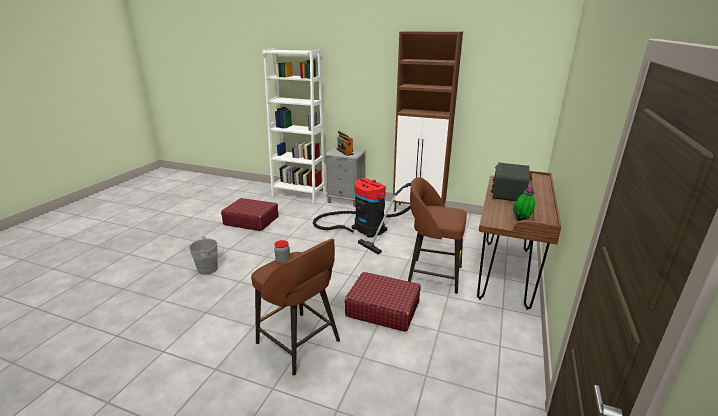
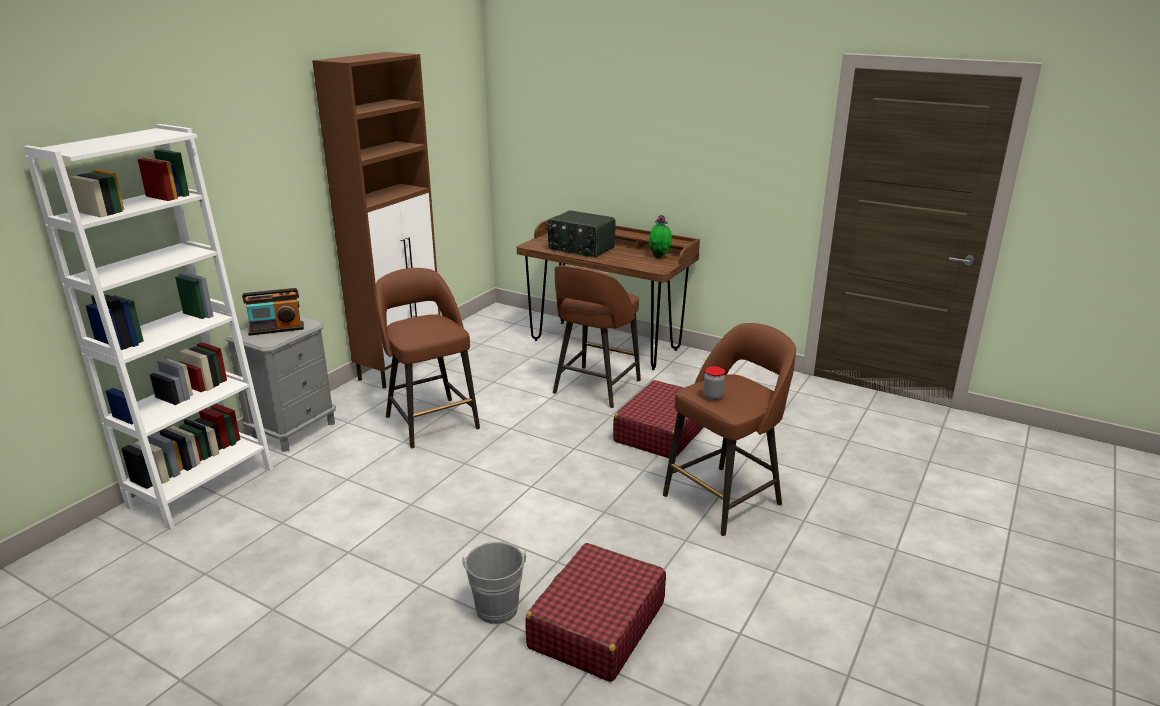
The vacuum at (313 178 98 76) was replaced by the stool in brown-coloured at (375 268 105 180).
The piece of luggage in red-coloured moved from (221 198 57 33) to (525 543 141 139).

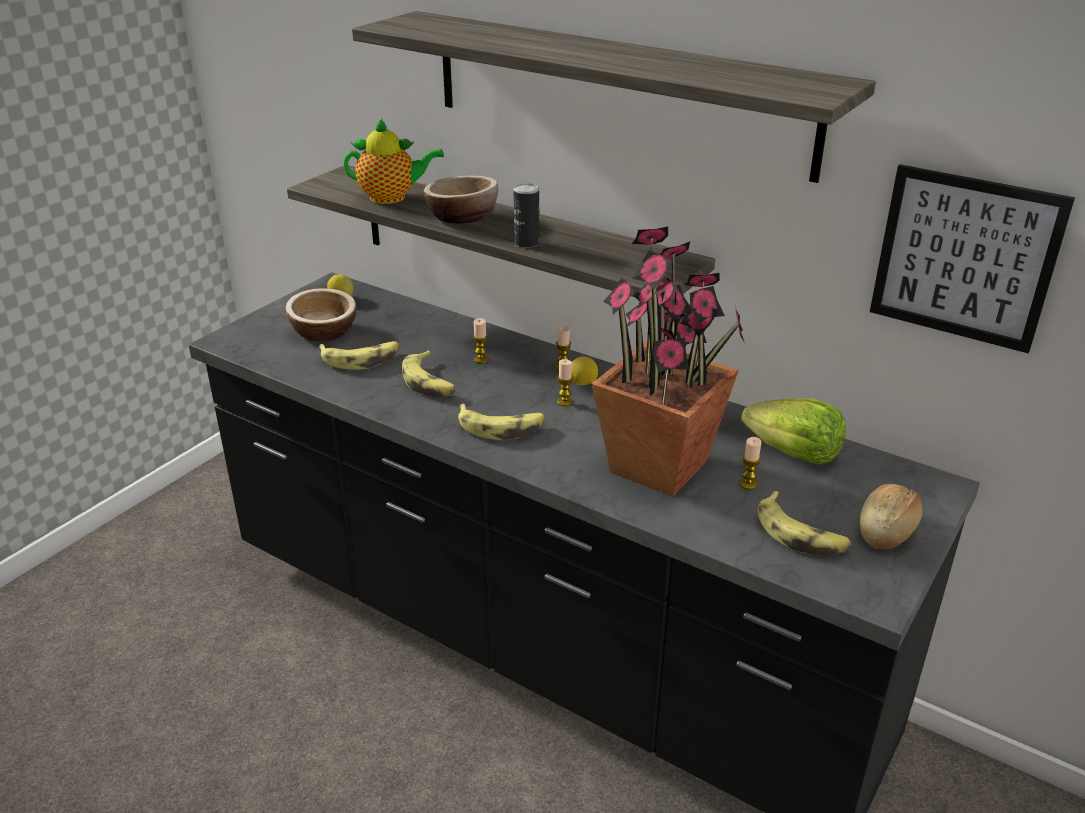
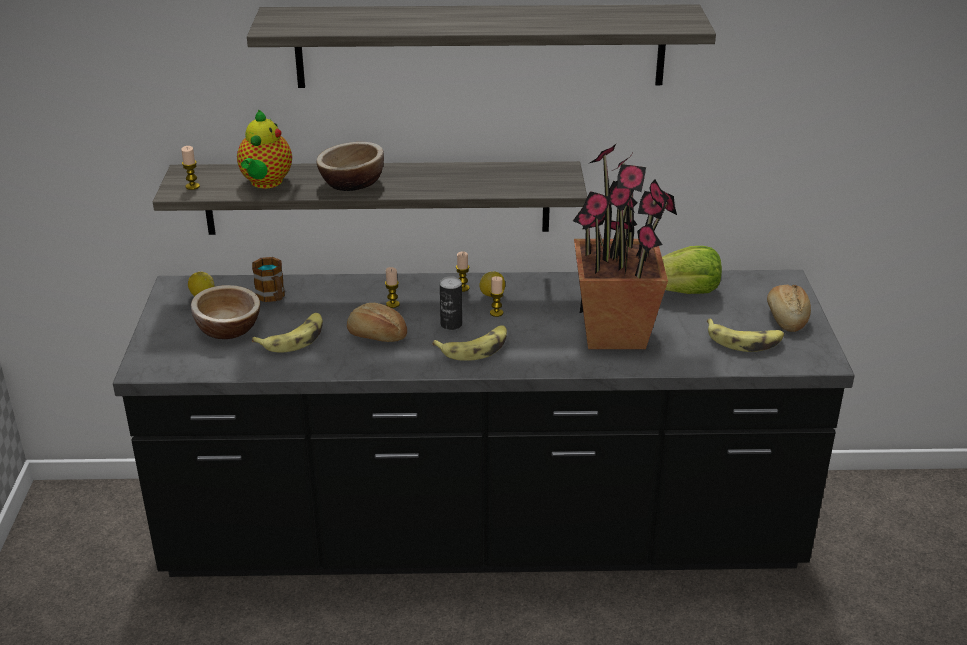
The pot for tea at (343 118 101 86) turned 135 degrees clockwise.
The wall picture at (870 164 205 189) disappeared.
The metal can moved from (513 183 26 65) to (440 276 22 54).
The banana fruit at (402 350 55 47) was replaced by the bread at (347 303 60 39).
The wax candle moved from (739 437 22 53) to (181 146 19 44).
The mug at (252 257 33 45) appeared.

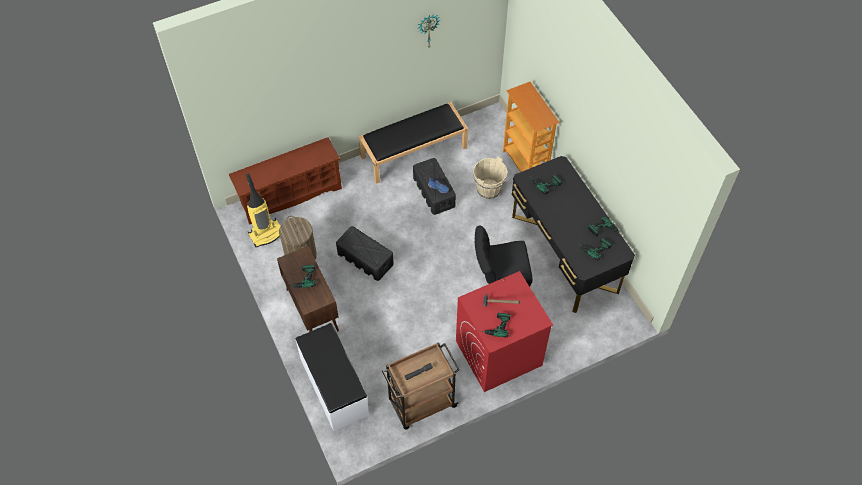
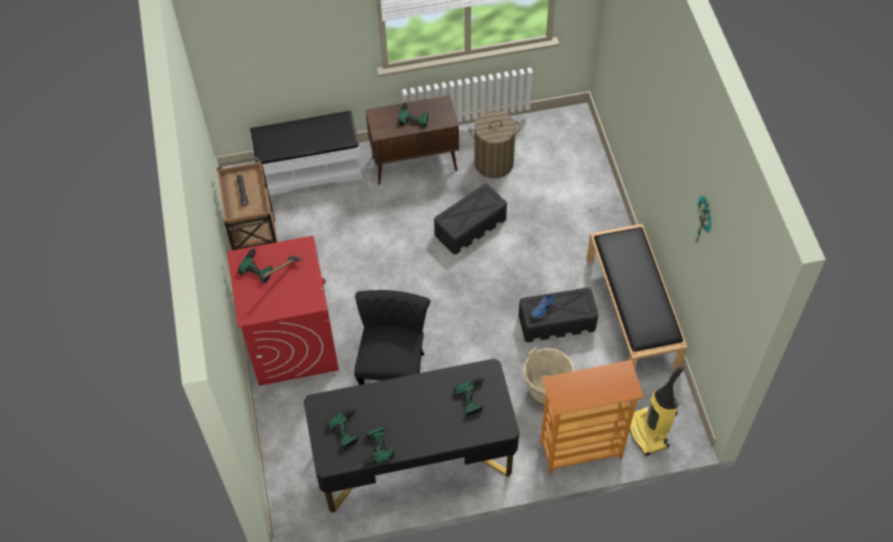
The shoe shelf in brown-coloured at (229 137 113 88) disappeared.
The vacuum moved from (246 173 34 74) to (630 366 54 90).

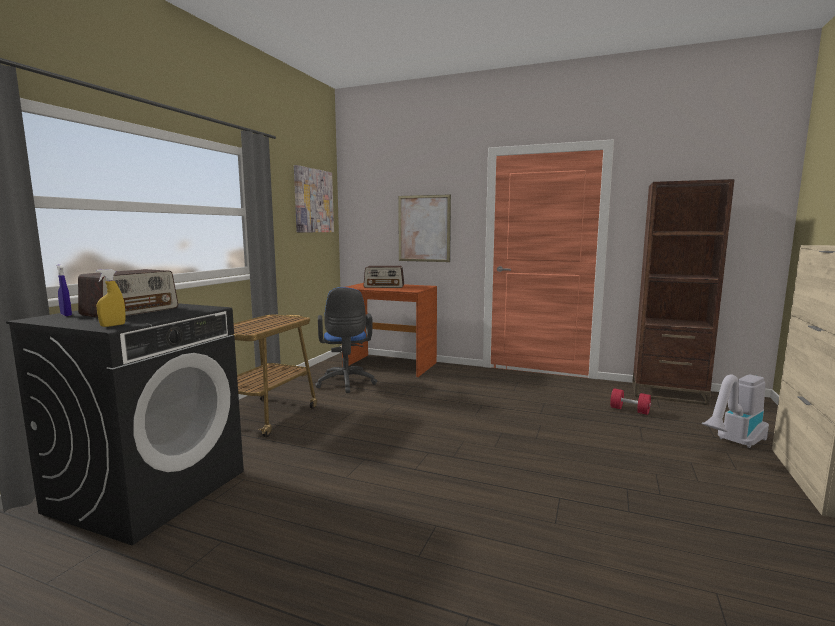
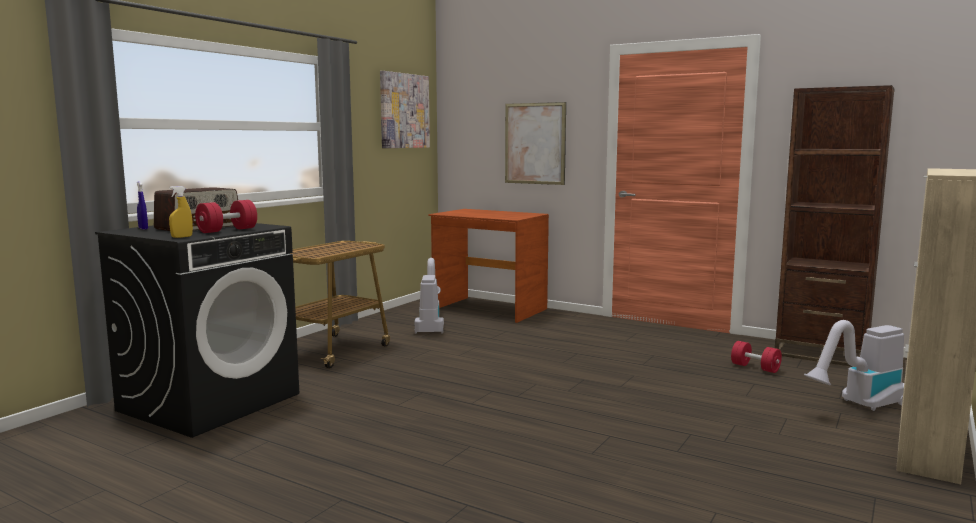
The radio receiver at (363 266 41 22) disappeared.
The desk chair in blue at (315 287 62 106) was replaced by the vacuum at (415 258 29 76).
The hand weight in red-coloured at (195 200 62 33) appeared.

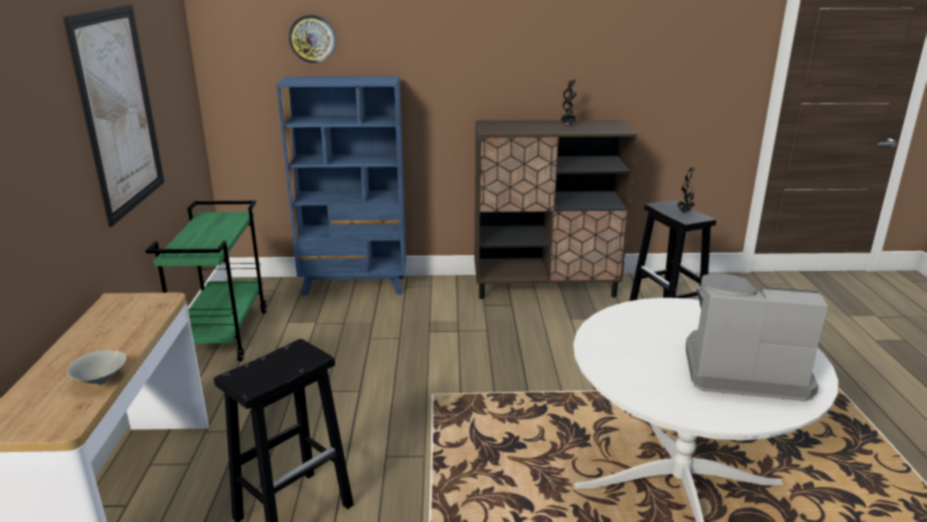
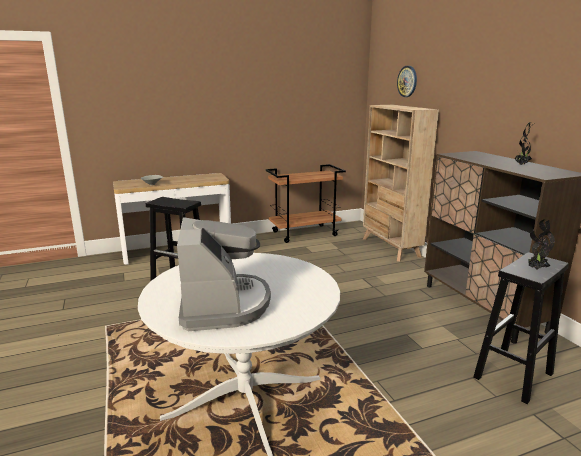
The wall picture at (63 4 101 223) disappeared.
The bookshelf in blue at (277 76 129 220) became the bookshelf in beige-coloured at (363 105 76 157).
The cart in green-coloured at (146 201 121 160) became the cart in brown-coloured at (266 164 80 79).

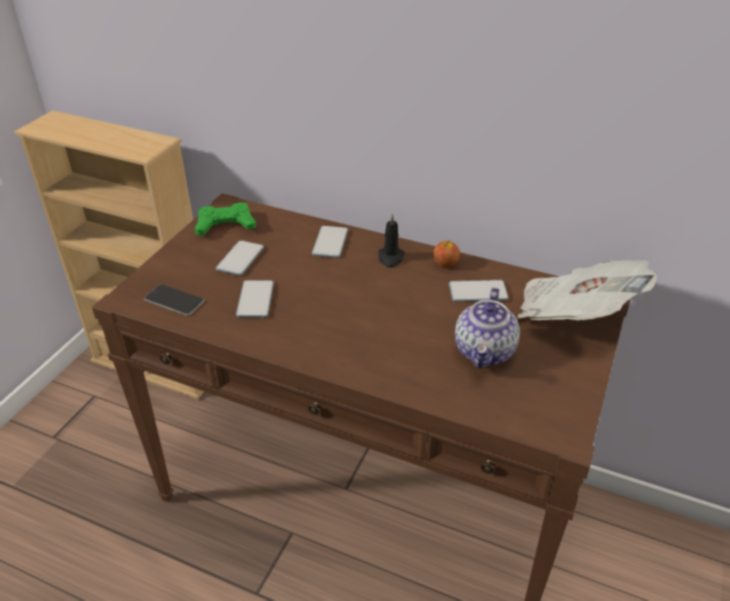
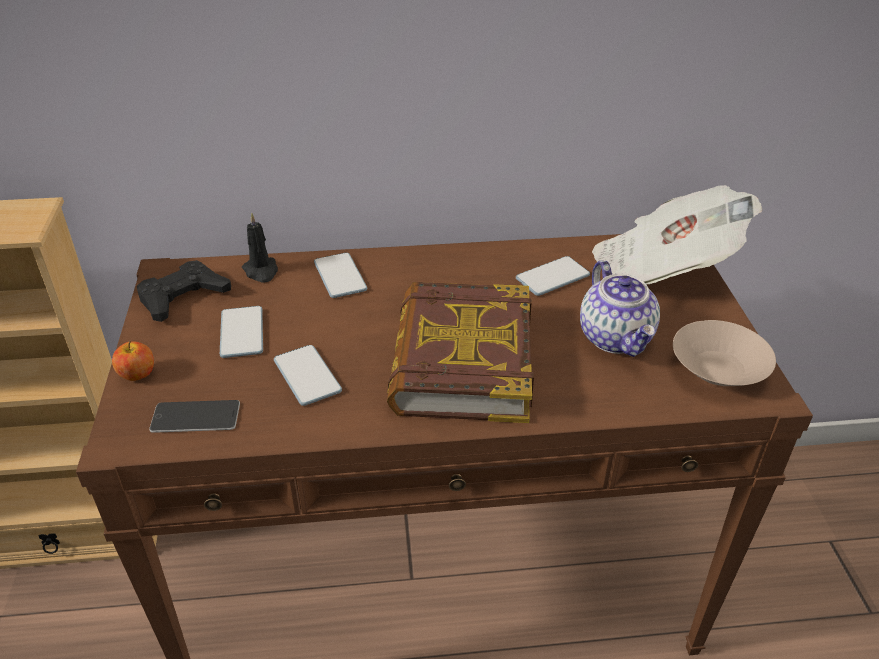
The game controller in green-coloured at (195 202 61 34) became the game controller in black at (137 260 94 62).
The wax candle in black moved from (378 213 27 55) to (242 212 36 71).
The apple moved from (433 240 27 27) to (112 341 42 40).
The book at (387 282 147 141) appeared.
The deep dish in beige-coloured at (673 320 103 66) appeared.

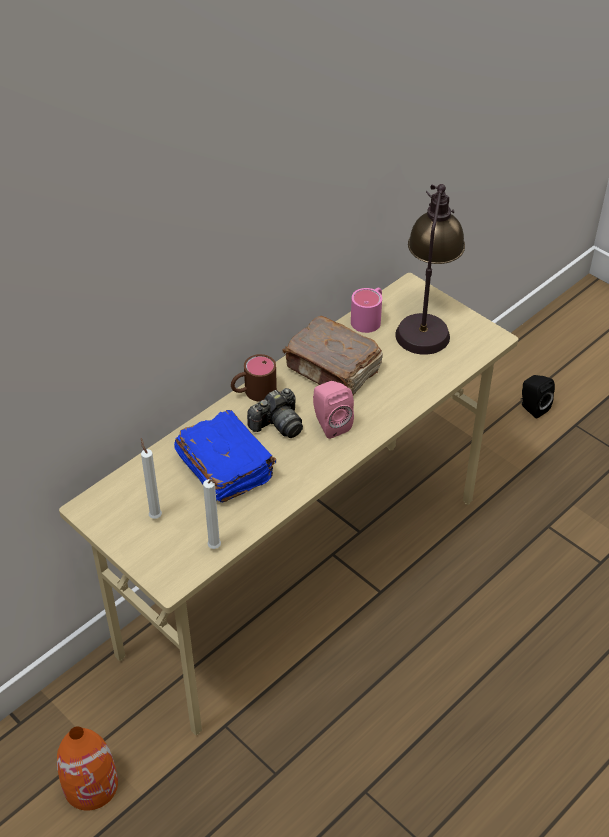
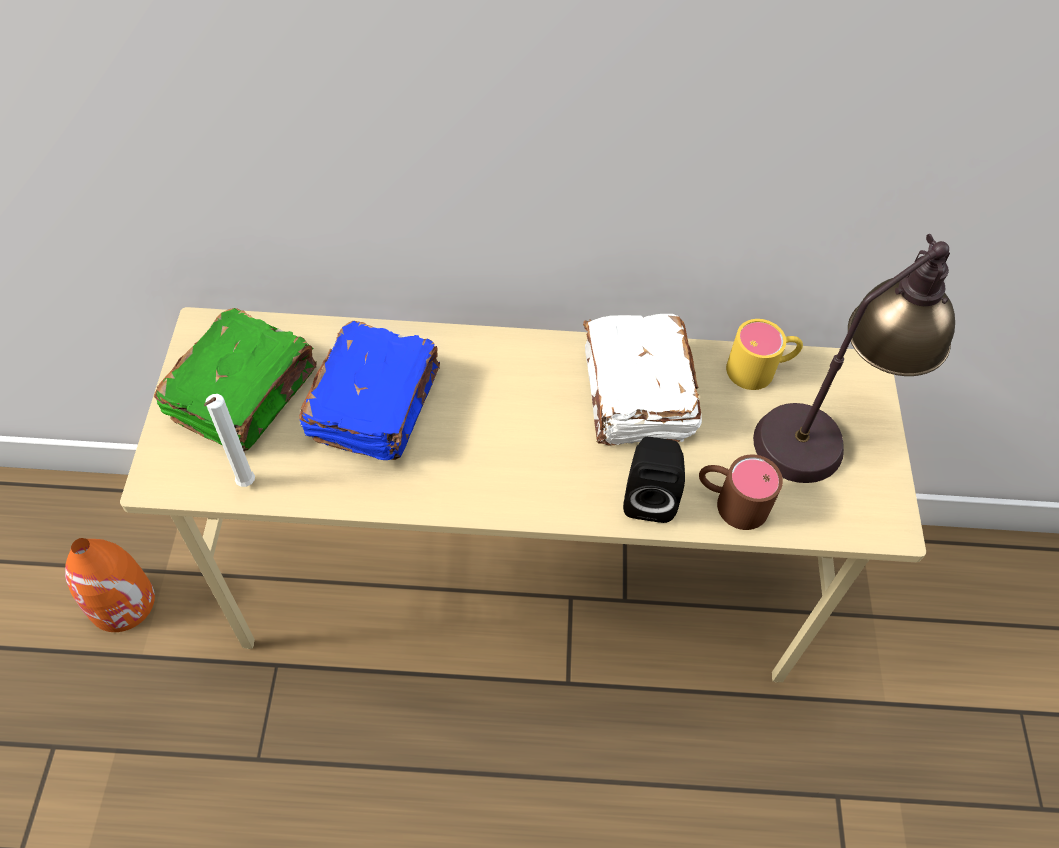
The mug in pink at (351 288 31 45) became the mug in yellow-coloured at (726 319 77 71).
The book in brown-coloured at (283 316 100 80) became the book in whitish at (583 314 119 132).
The mug in brown-coloured moved from (231 354 46 48) to (699 455 84 75).
The loudspeaker in black moved from (521 375 34 44) to (623 437 62 86).
The loudspeaker in pink at (313 381 41 58) disappeared.
The photo camera at (247 388 56 50) disappeared.
The wax candle in whitish at (141 438 21 81) was replaced by the book in green-coloured at (154 308 163 143).

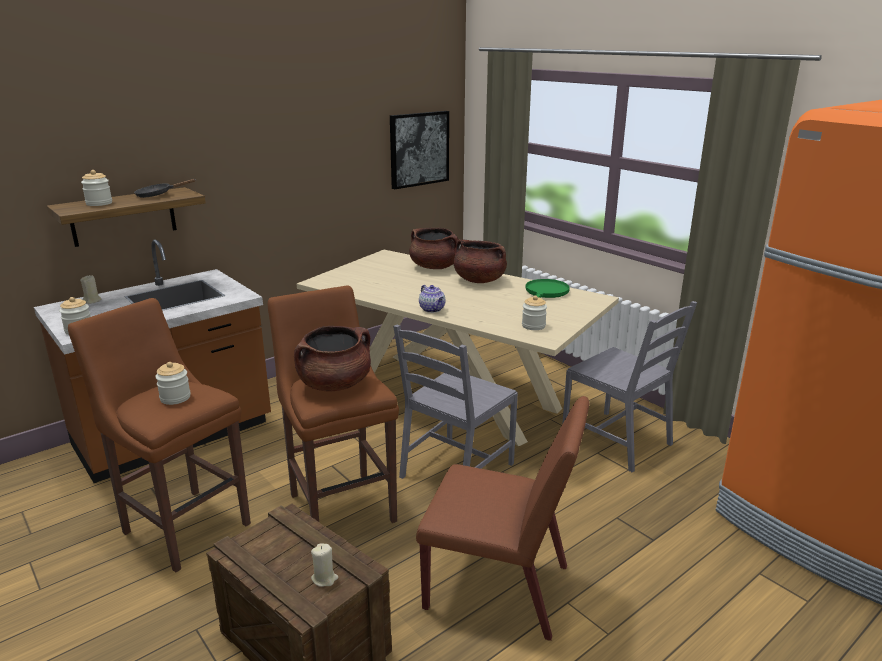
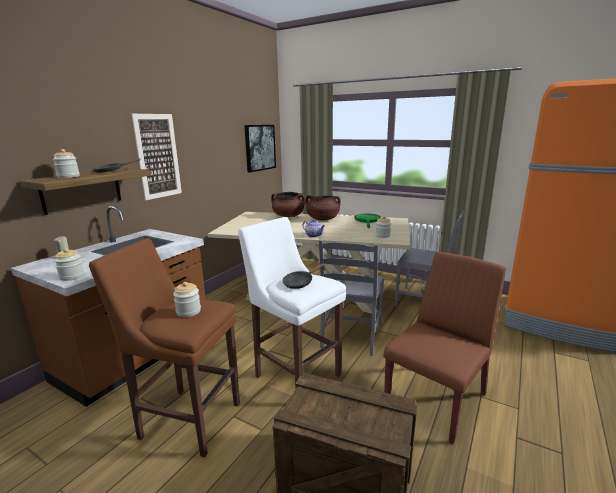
The stool in brown-coloured at (268 285 131 238) became the stool in whitish at (238 217 108 166).
The cooking pot in brown-coloured at (294 326 77 65) was replaced by the frying pan in black at (282 263 41 26).
The upright chair in brown-coloured at (416 396 174 245) turned 45 degrees counterclockwise.
The wax candle in beige-coloured at (311 544 27 43) disappeared.
The wall picture at (131 114 51 86) appeared.

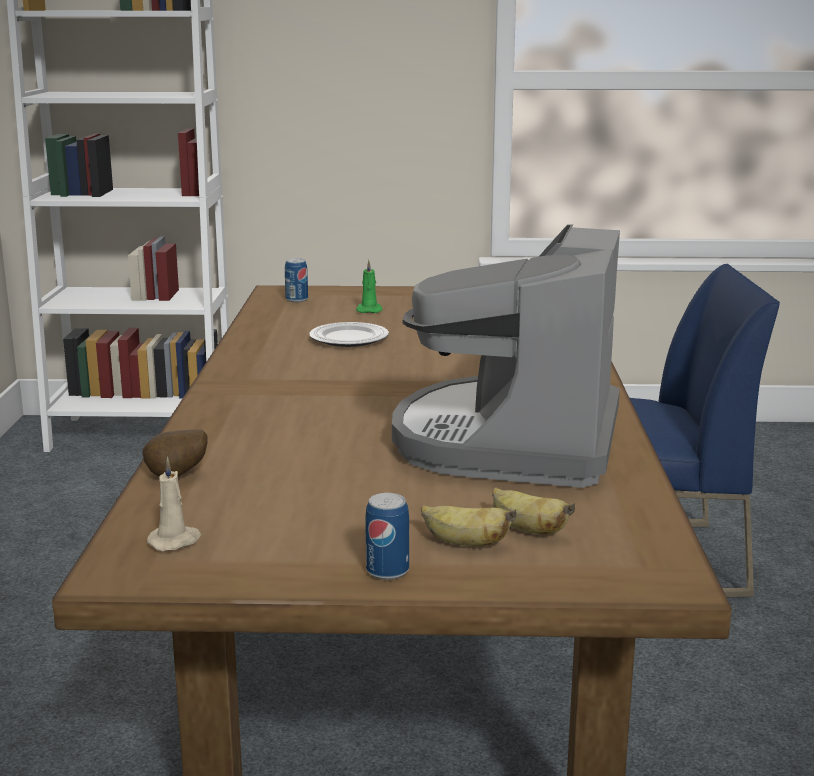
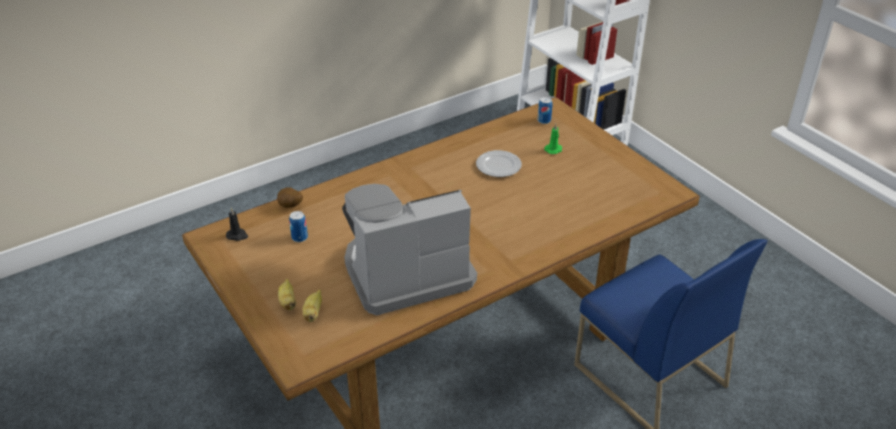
The wax candle in beige-coloured at (147 457 54 94) became the wax candle in black at (226 208 22 33).
The metal can moved from (365 493 44 87) to (289 211 19 31).

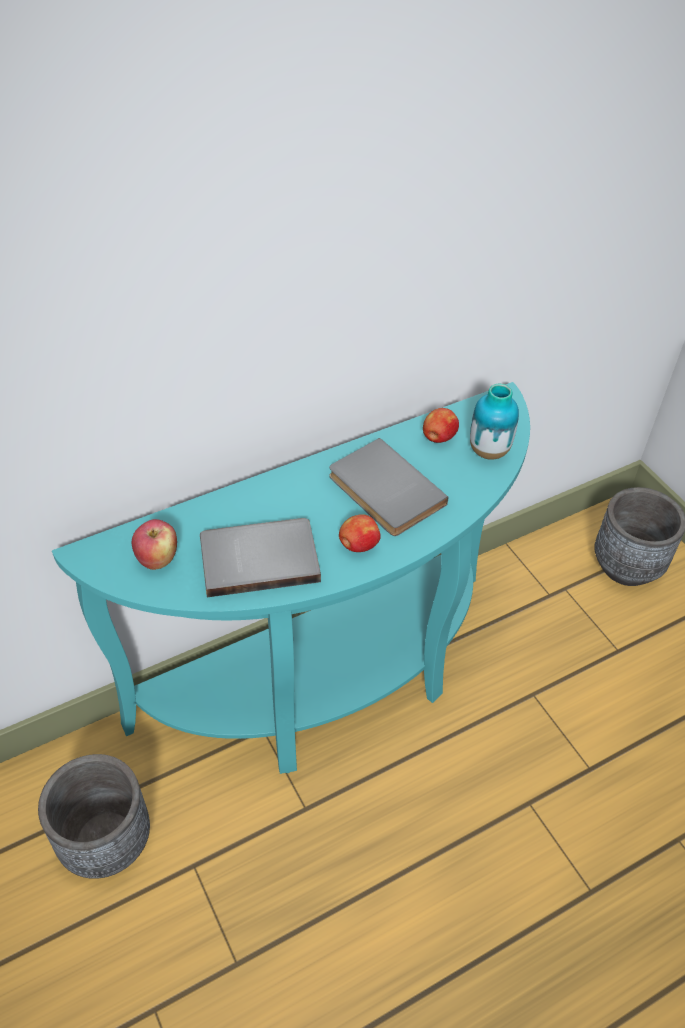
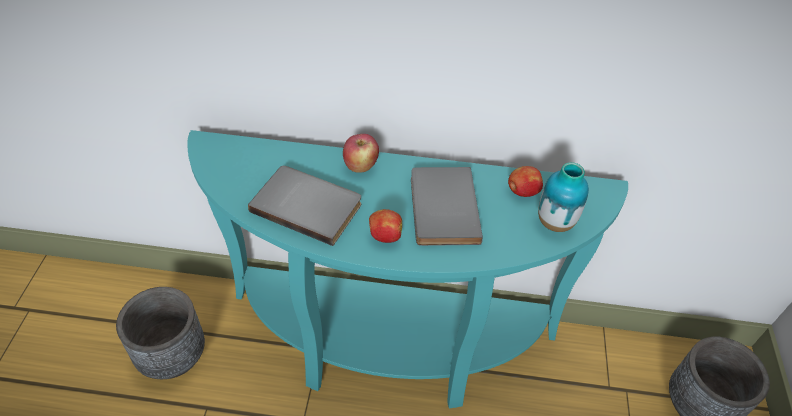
The apple moved from (132 519 45 51) to (343 134 36 39).

